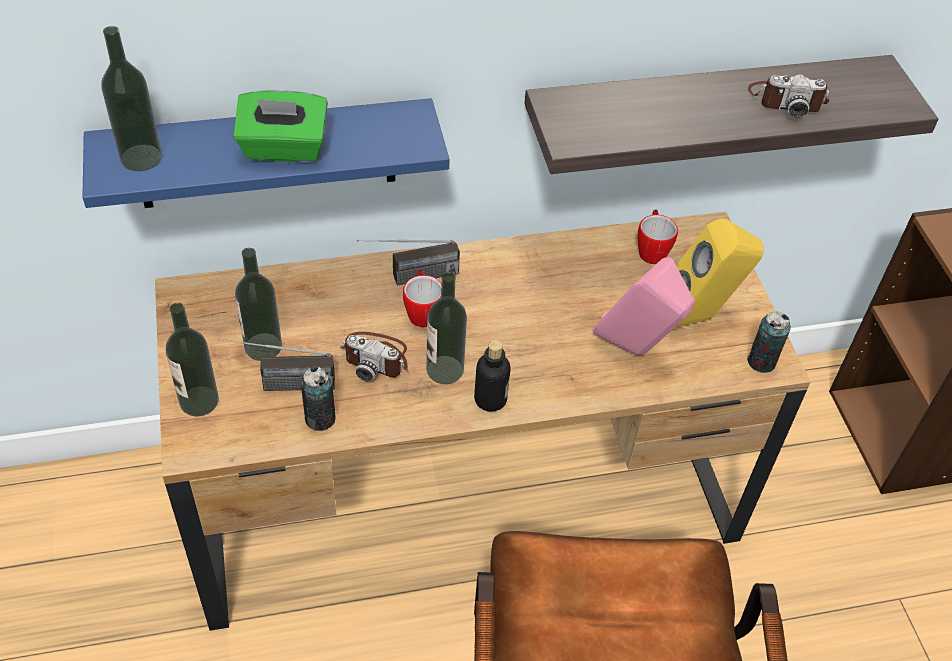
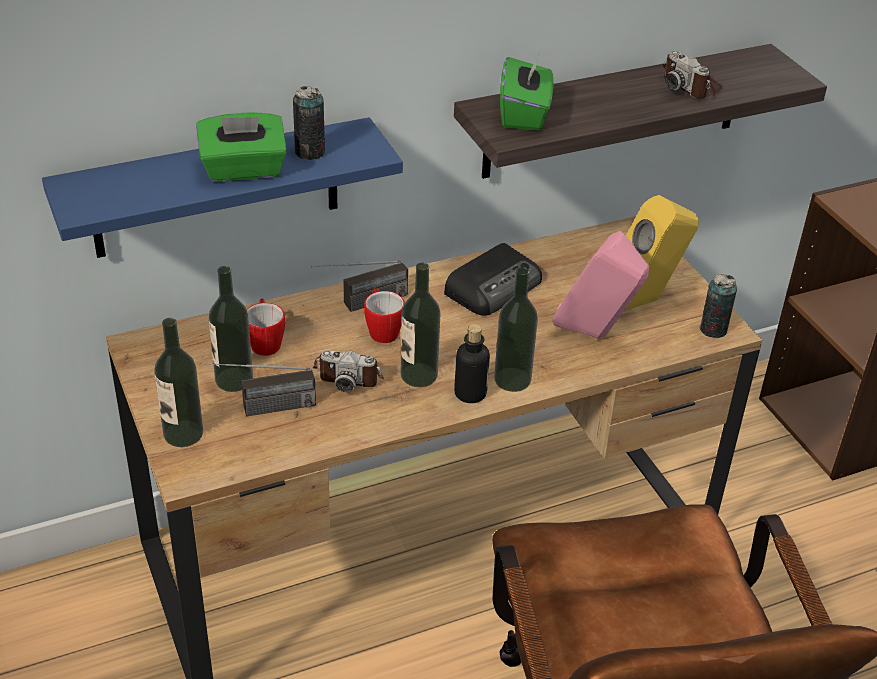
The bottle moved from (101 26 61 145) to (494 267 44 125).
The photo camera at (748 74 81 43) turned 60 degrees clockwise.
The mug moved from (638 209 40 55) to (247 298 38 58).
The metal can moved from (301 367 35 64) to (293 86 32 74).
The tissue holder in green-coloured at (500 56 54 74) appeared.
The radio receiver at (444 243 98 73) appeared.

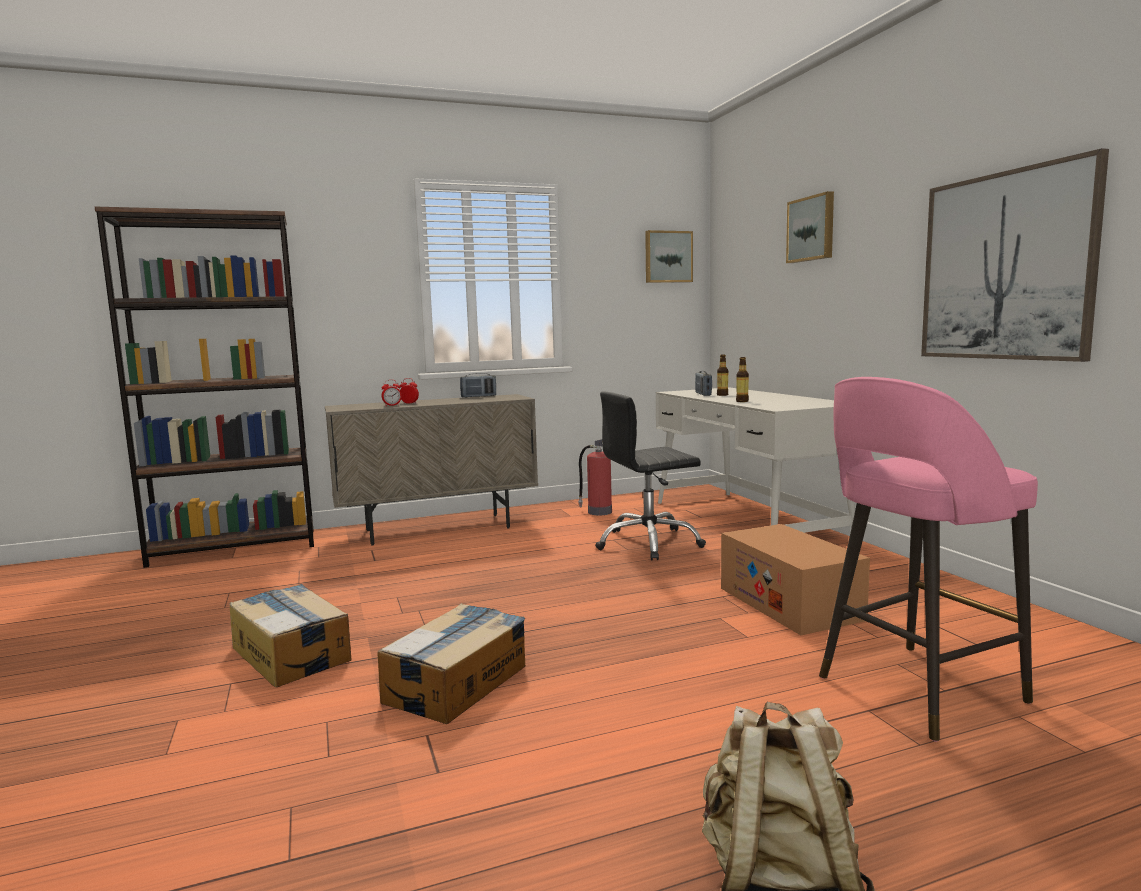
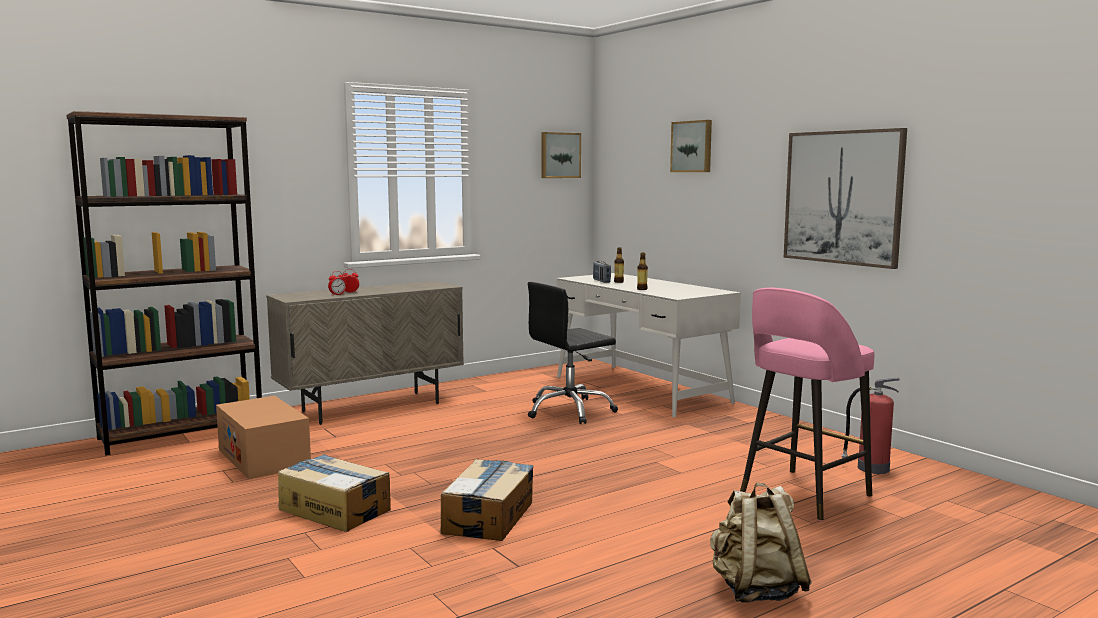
The radio receiver at (460 373 36 25) disappeared.
The fire-fighting cylinder moved from (578 439 34 76) to (841 378 58 96).
The cardboard box moved from (721 524 149 111) to (216 396 95 83).

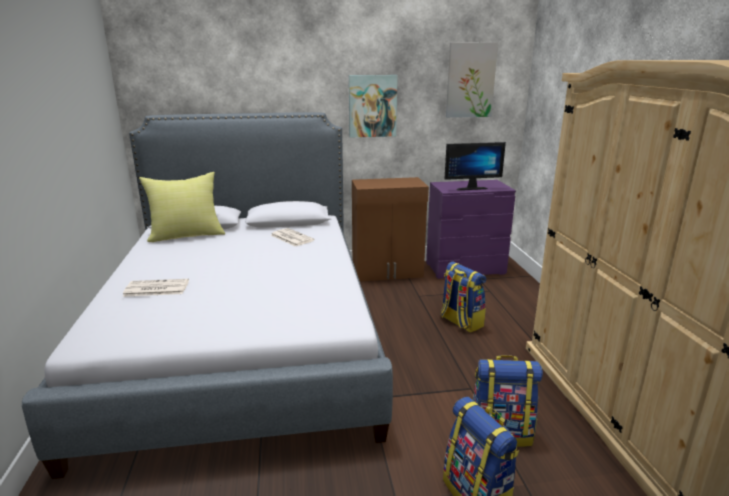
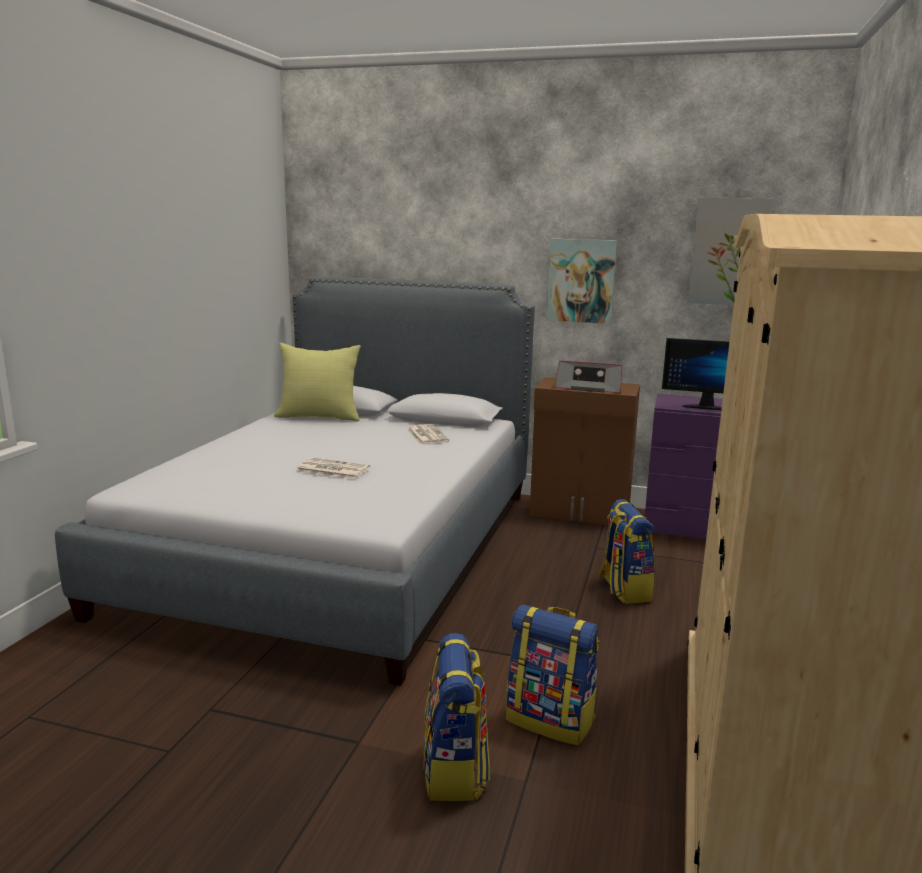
The printed paper moved from (122 279 67 18) to (296 458 74 21).
The radio receiver at (555 361 67 32) appeared.

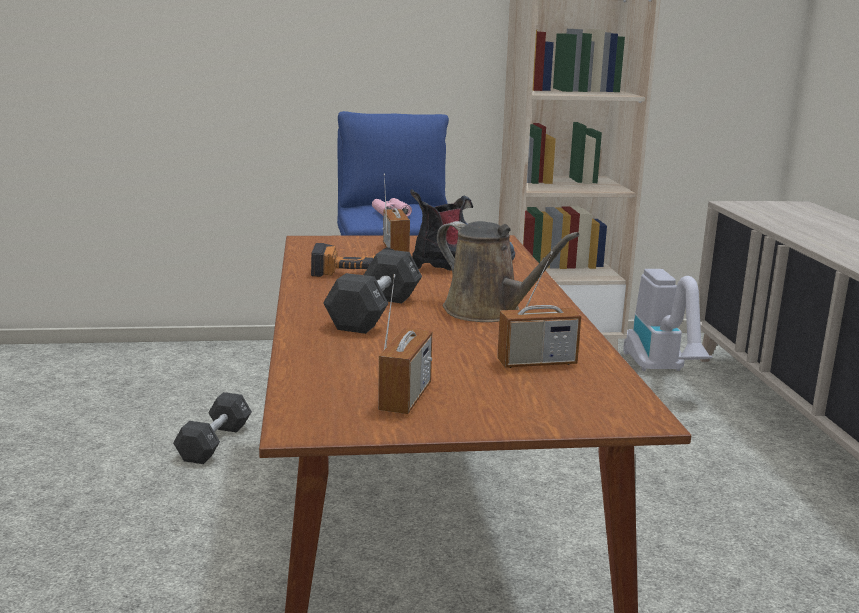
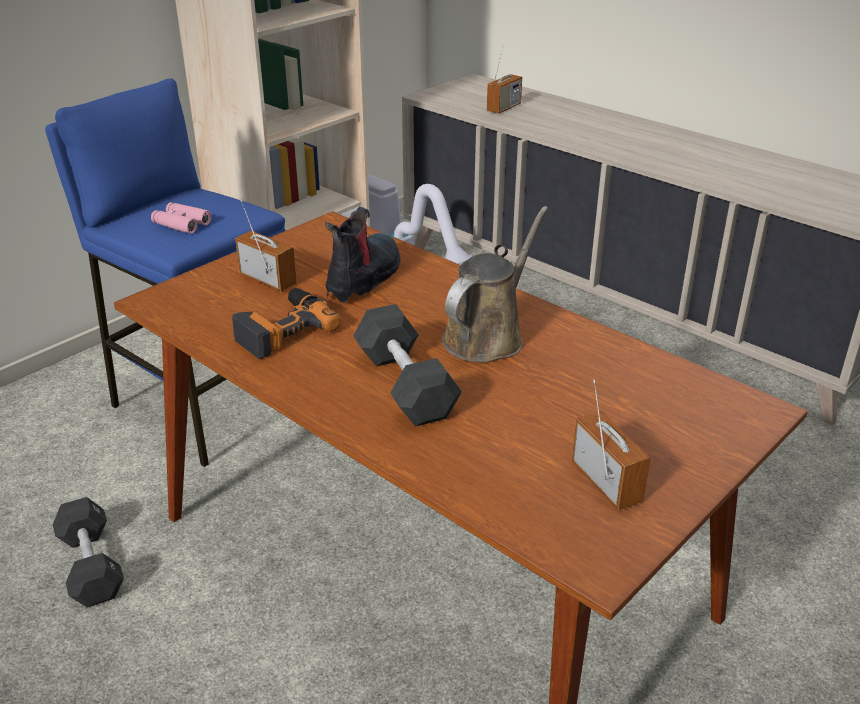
The sprinkling can in brown-coloured at (437 221 143 101) turned 60 degrees counterclockwise.
The radio receiver moved from (497 252 84 116) to (487 45 35 69).

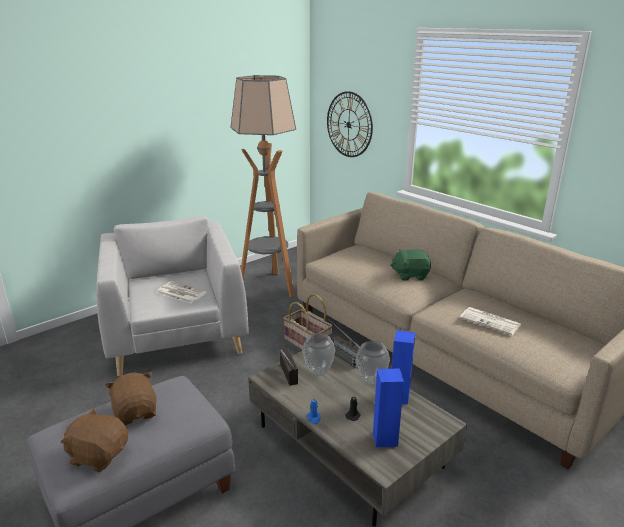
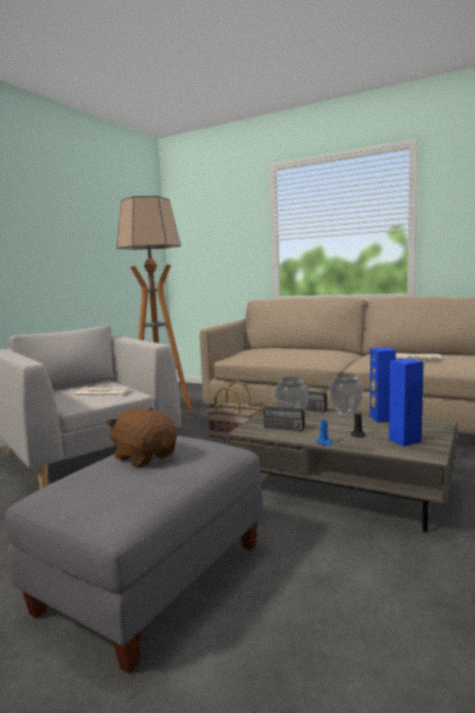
The wall clock at (327 91 46 66) disappeared.
The plush toy in green-coloured at (390 249 41 32) disappeared.
The radio receiver at (280 348 18 38) turned 150 degrees clockwise.
The plush toy in brown-coloured at (61 408 67 64) disappeared.

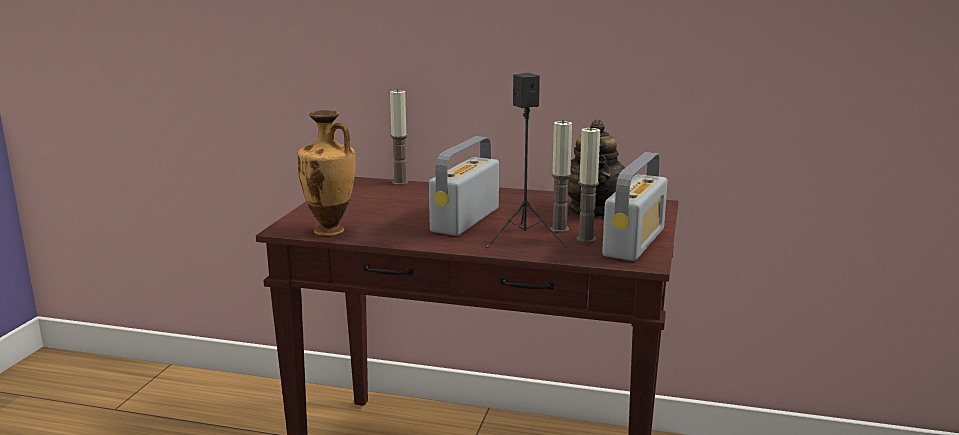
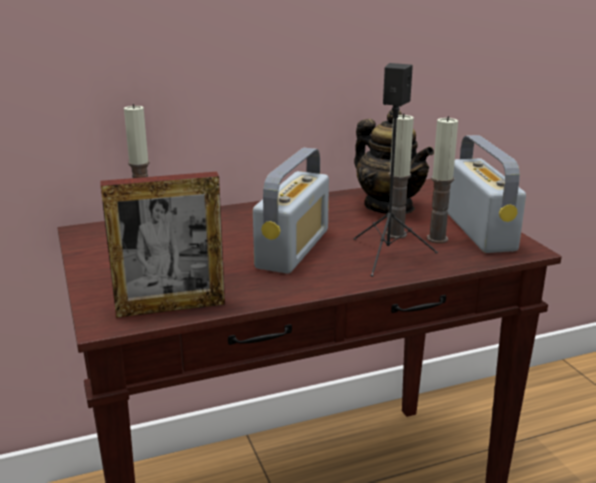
The vase at (298 110 58 126) was replaced by the standing frame at (100 172 125 146).
The radio receiver at (429 136 70 100) turned 150 degrees counterclockwise.

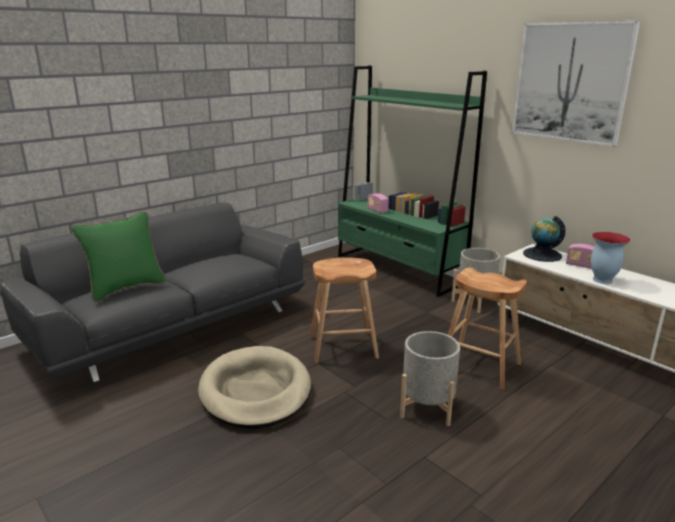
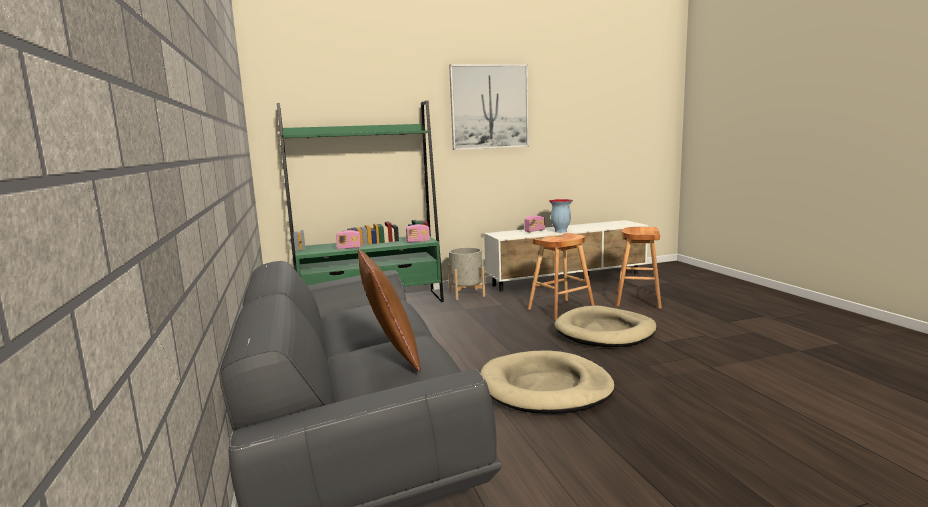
The cushion in green-coloured at (71 211 95 91) became the cushion in brown-coloured at (358 249 63 123).
The globe at (523 216 42 46) disappeared.
The stool in brown-coloured moved from (310 257 69 106) to (616 227 46 82).
The flower pot in grey at (400 331 60 95) was replaced by the dog cushion in beige-coloured at (554 306 103 41).
The radio receiver at (406 224 24 19) appeared.

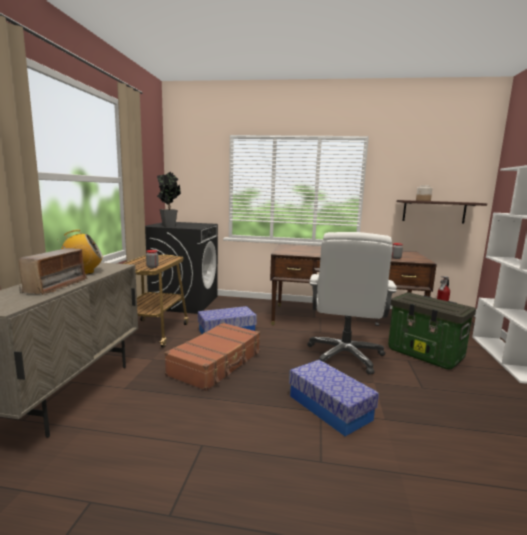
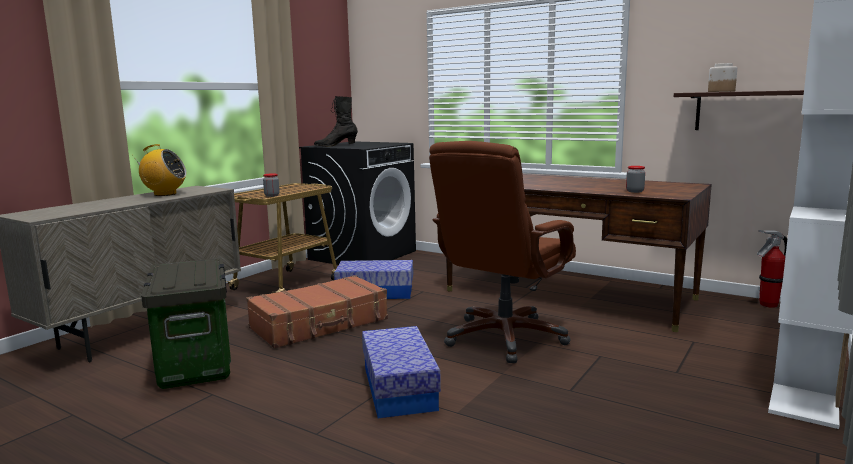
The plant in a pot at (157 172 24 55) was replaced by the tall boot in black at (314 96 44 50).
The desk chair in whitish at (307 232 90 142) became the desk chair in brown-coloured at (429 141 147 222).
The radio receiver at (19 248 69 47) disappeared.
The storage box moved from (388 293 88 77) to (141 258 90 131).

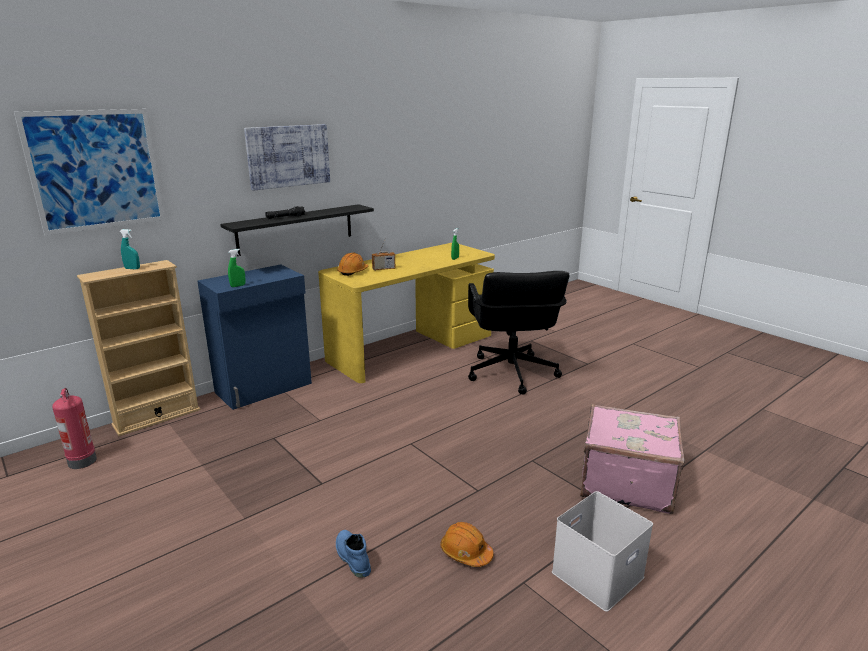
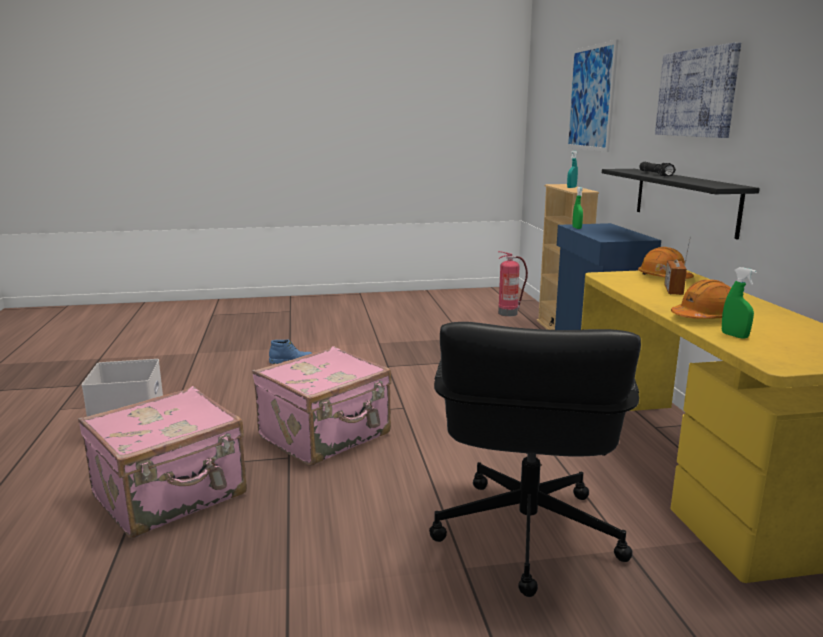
The desk chair in black at (468 271 101 123) turned 105 degrees counterclockwise.
The hard hat in orange moved from (440 522 54 45) to (671 280 60 39).
The piece of luggage in pink at (252 346 139 120) appeared.

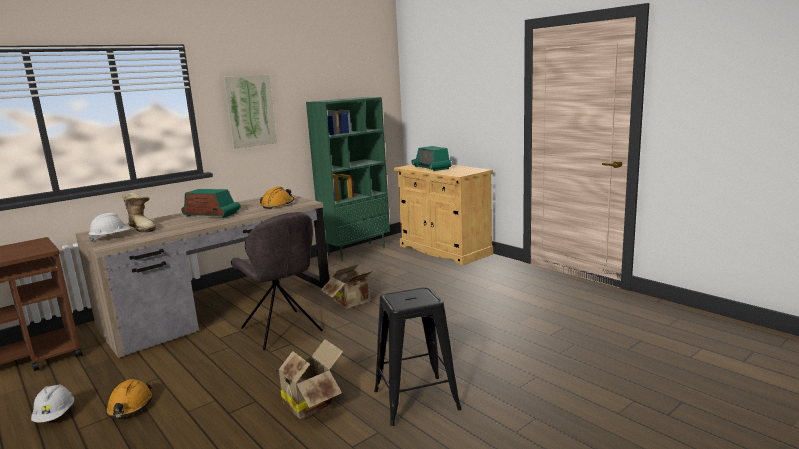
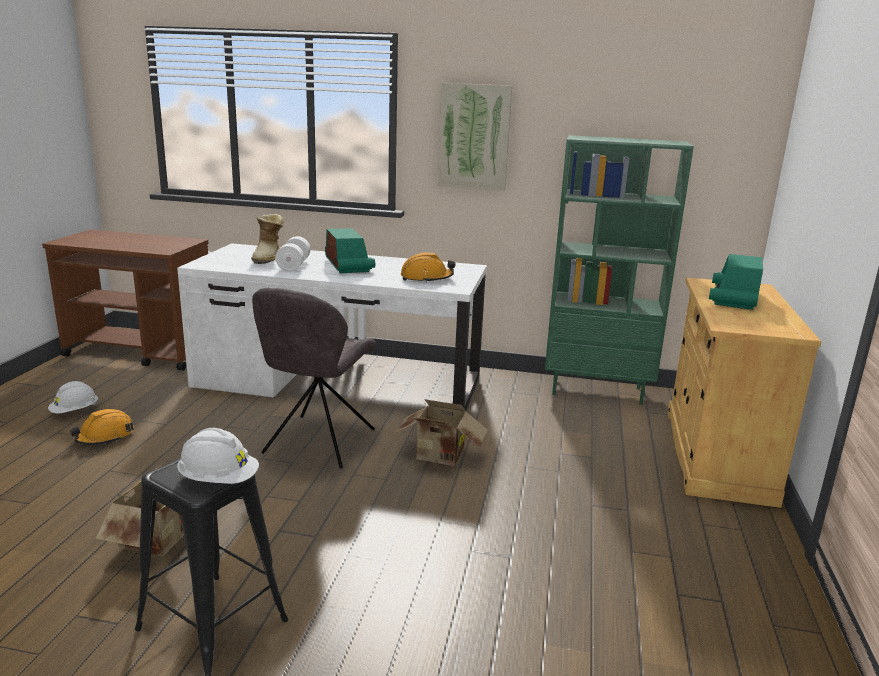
The desk in brown-coloured at (75 195 254 163) became the desk in whitish at (177 243 310 173).
The hard hat in whitish moved from (89 213 41 29) to (177 428 82 56).
The hand weight in whitish at (276 236 35 35) appeared.

